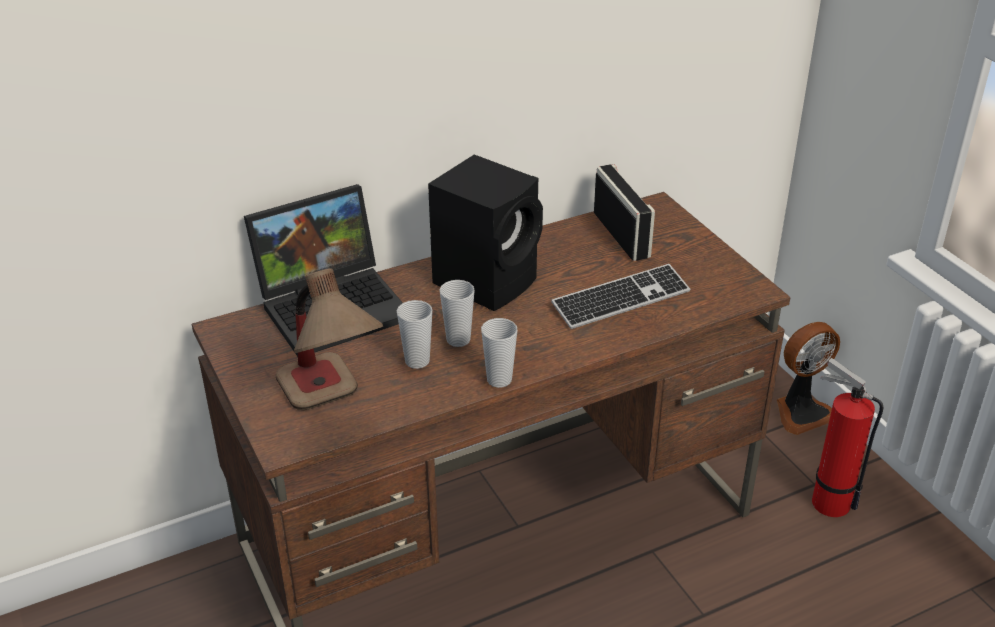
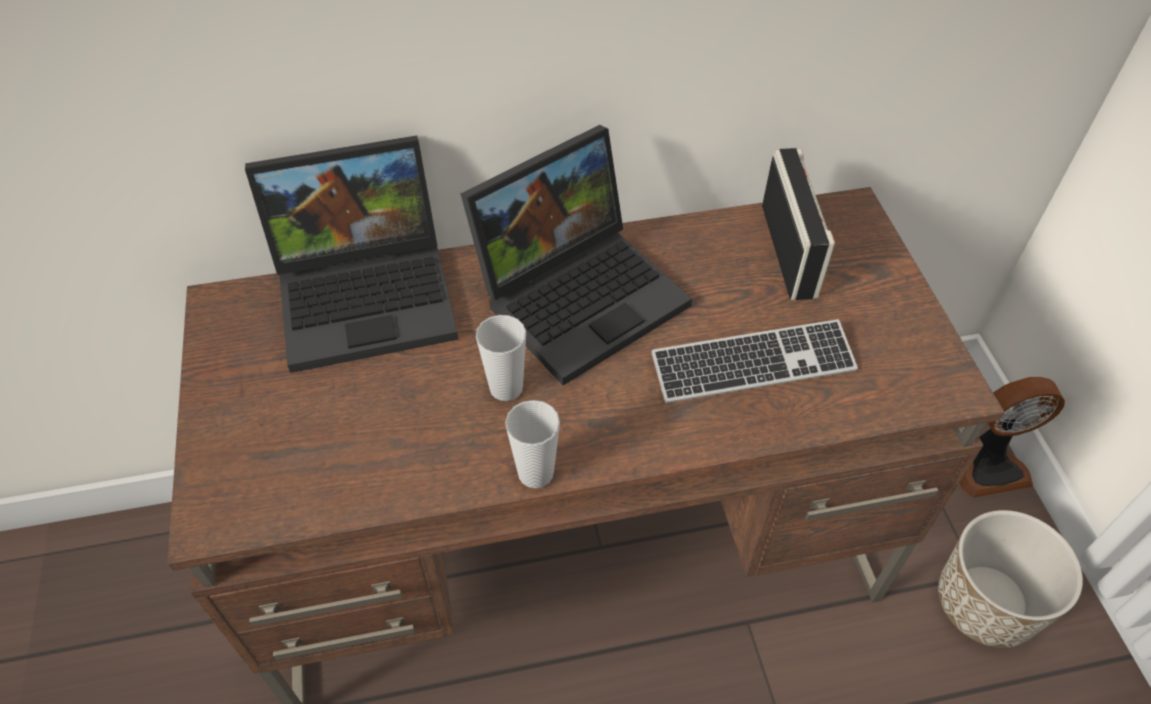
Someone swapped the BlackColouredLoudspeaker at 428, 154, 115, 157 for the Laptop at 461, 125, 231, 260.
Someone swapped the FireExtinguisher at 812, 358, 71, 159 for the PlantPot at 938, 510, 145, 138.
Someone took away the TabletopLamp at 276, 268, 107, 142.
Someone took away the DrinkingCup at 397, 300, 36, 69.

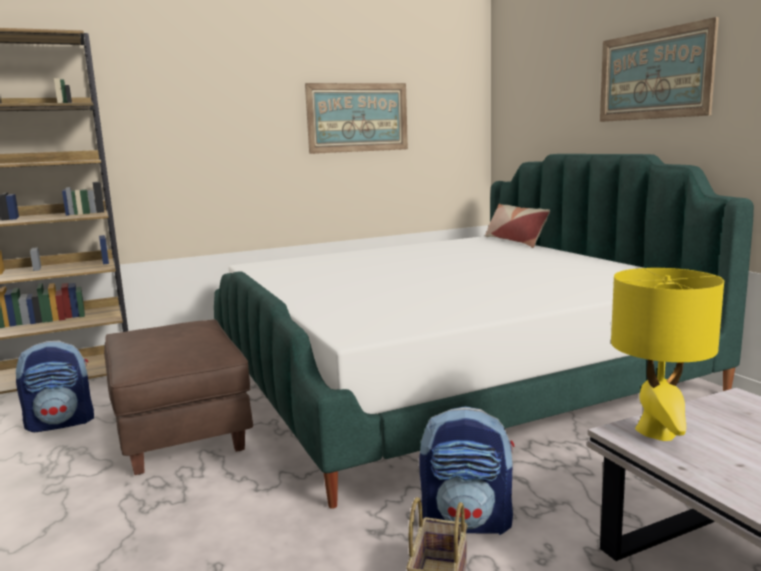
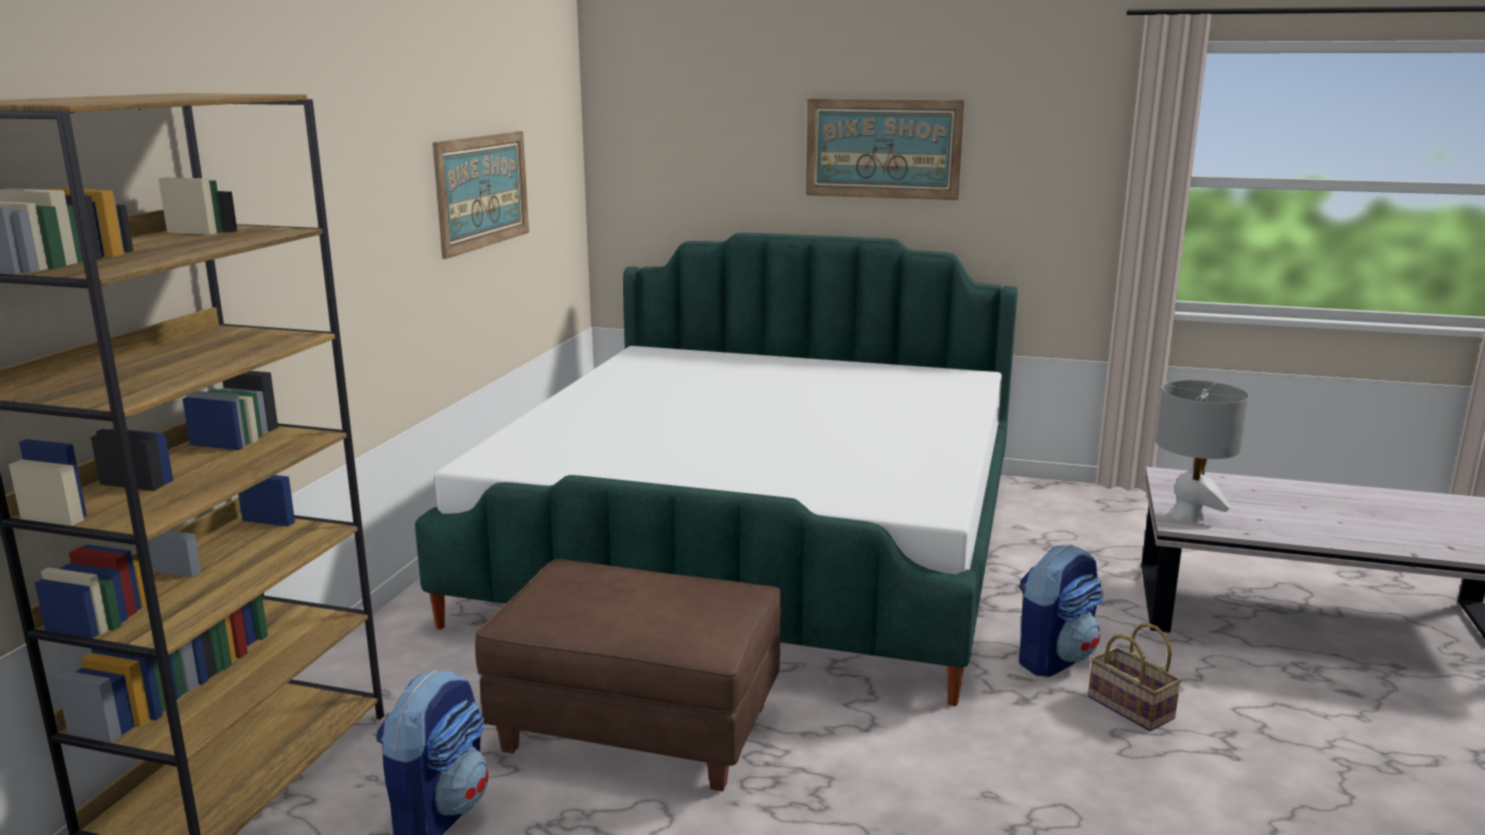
Someone repainted the YellowColouredTabletopLamp at 611, 268, 113, 173, which became the GreyishTabletopLamp at 1155, 380, 94, 142.
Someone took away the Pillow at 485, 203, 65, 45.

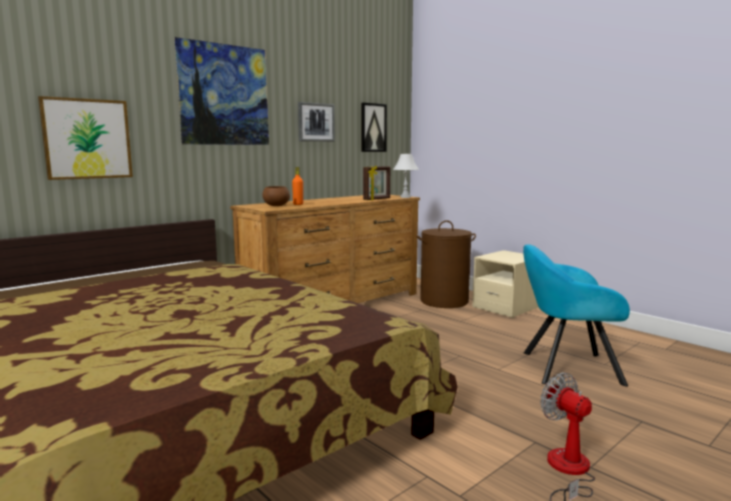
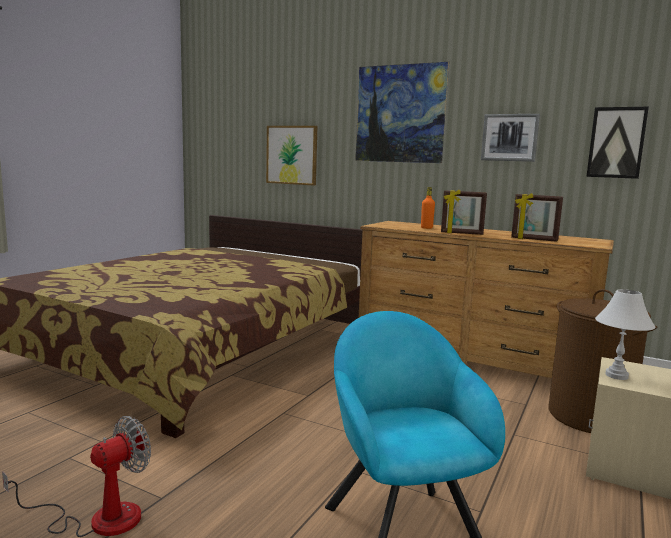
Someone put down the PhotoFrame at 441, 190, 46, 45.
Someone carried the WhitishTabletopLamp from 393, 153, 26, 45 to 595, 289, 60, 91.
Someone took away the BrownServingBowl at 262, 186, 28, 20.

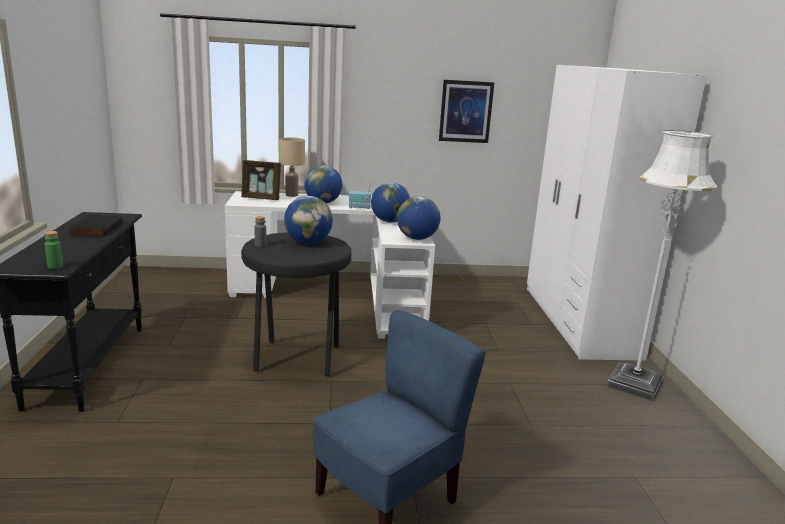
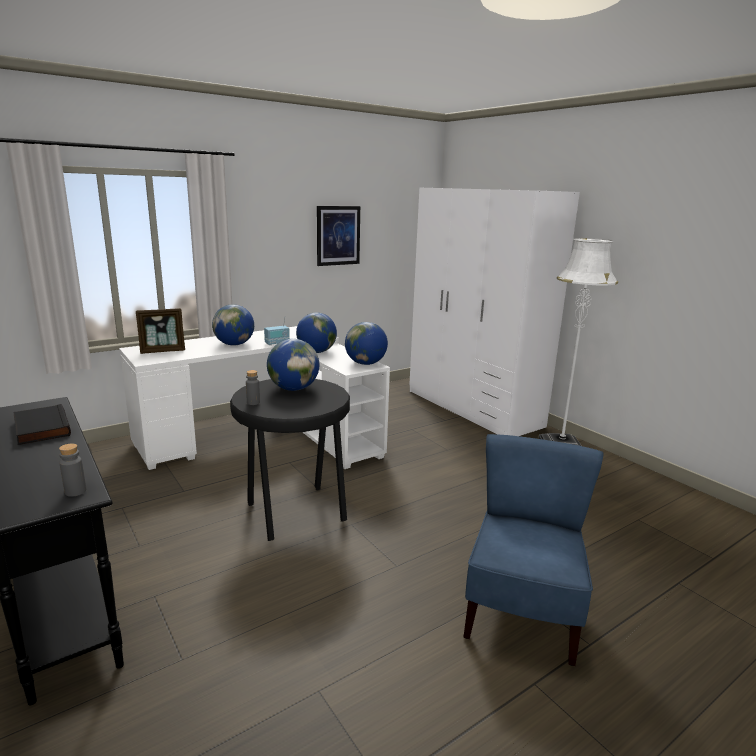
Someone repainted the GreenColouredBeverageBottle at 45, 231, 18, 38, which became the GreyishBeverageBottle at 59, 443, 27, 54.
Someone took away the BeigeColouredTabletopLamp at 279, 138, 26, 59.

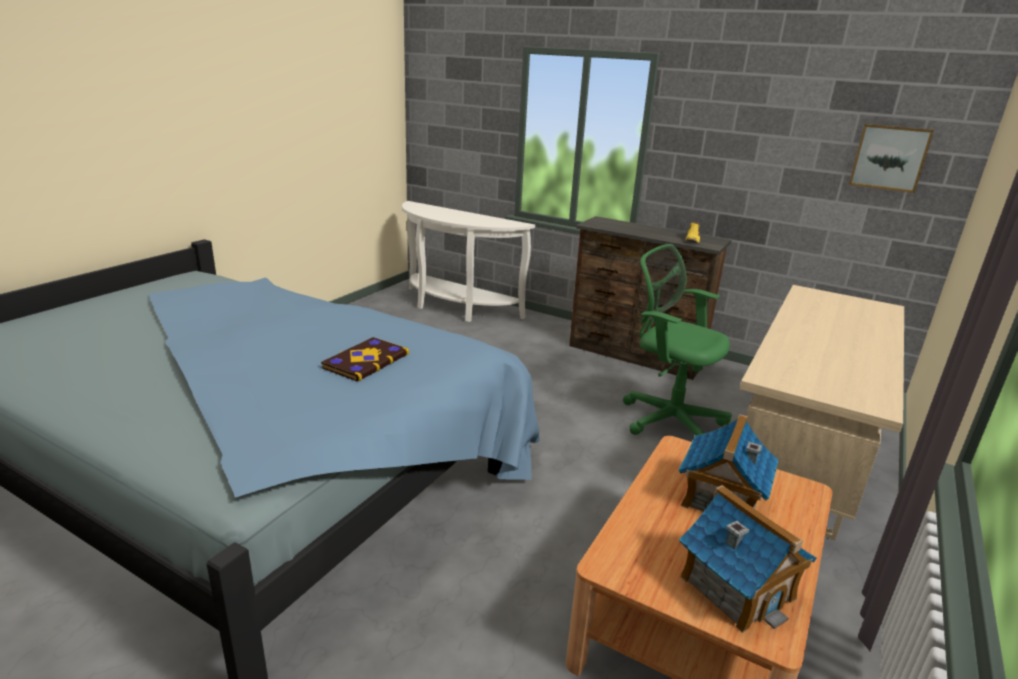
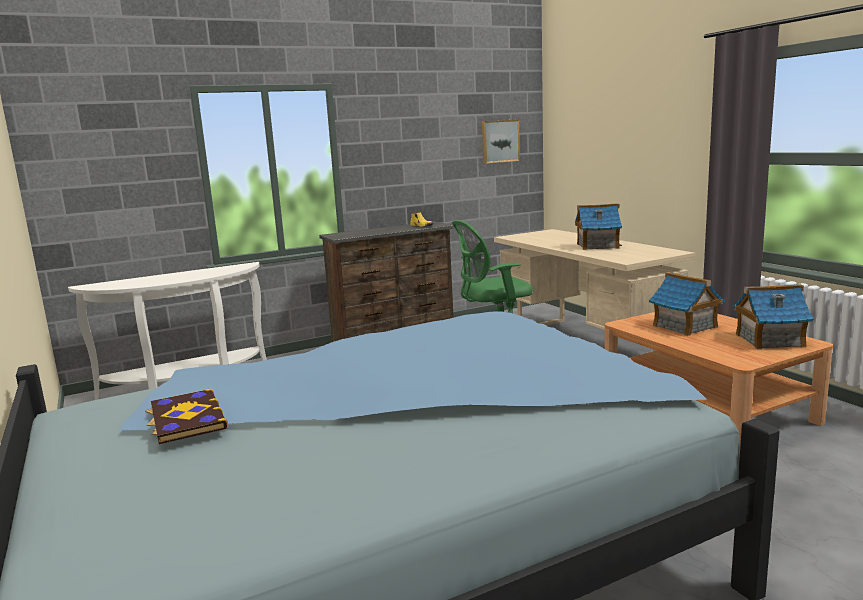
Someone carried the BoundBook from 321, 337, 88, 45 to 145, 389, 83, 55.
Someone put down the MiniatureHouse at 575, 203, 47, 47.

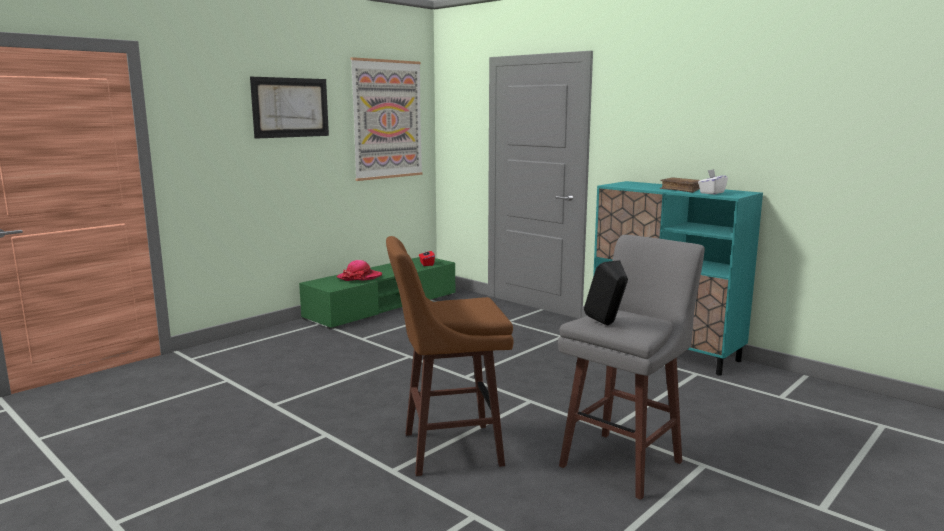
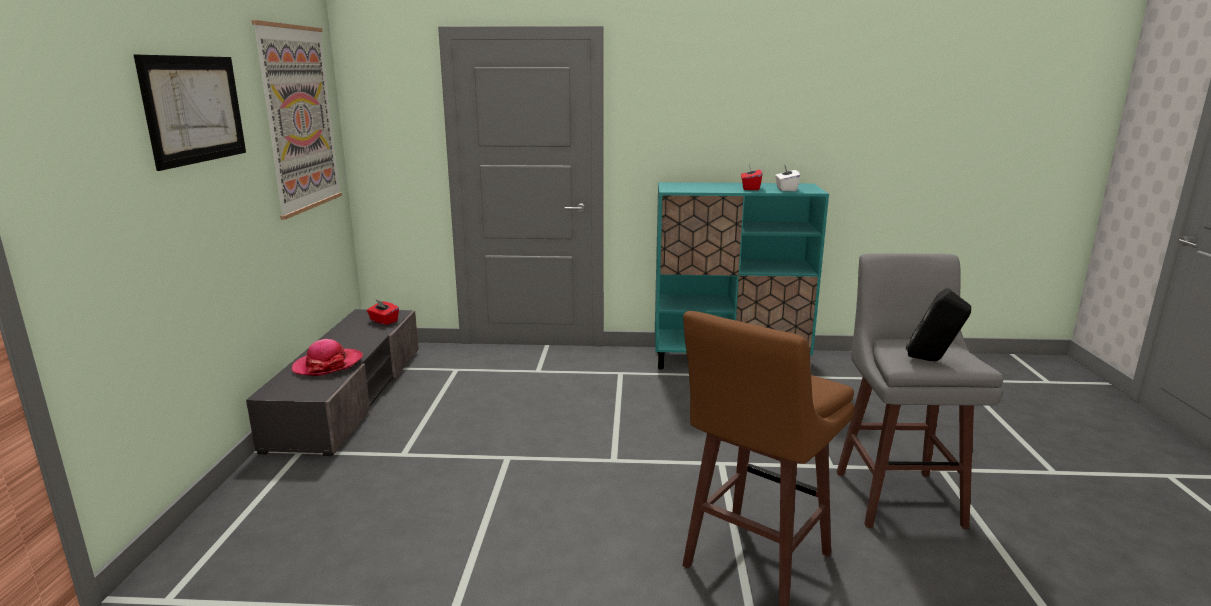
Someone repainted the GreenColouredTvUnit at 299, 257, 156, 72, which became the GreyishTvUnit at 246, 309, 173, 147.
Someone swapped the BrownBoundBook at 660, 177, 40, 16 for the RedTissueHolder at 741, 164, 21, 26.

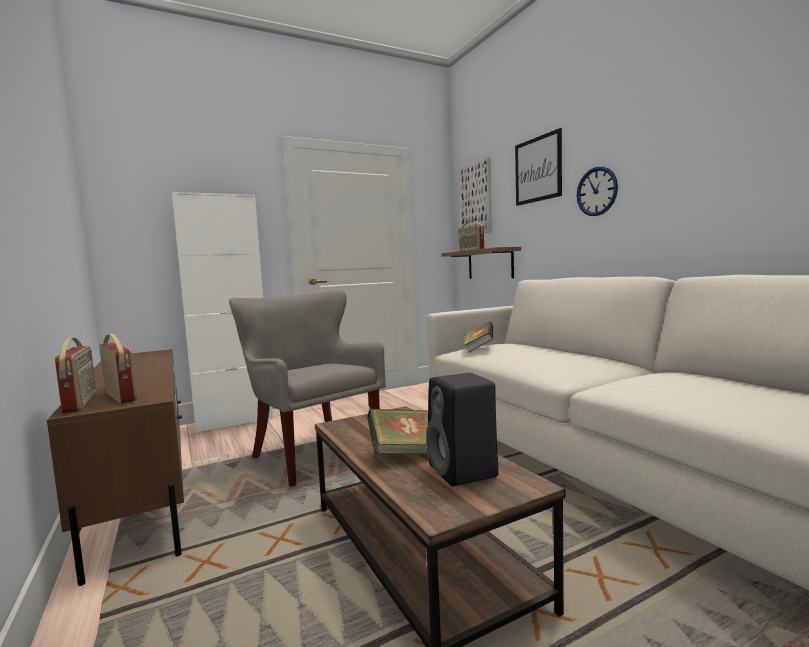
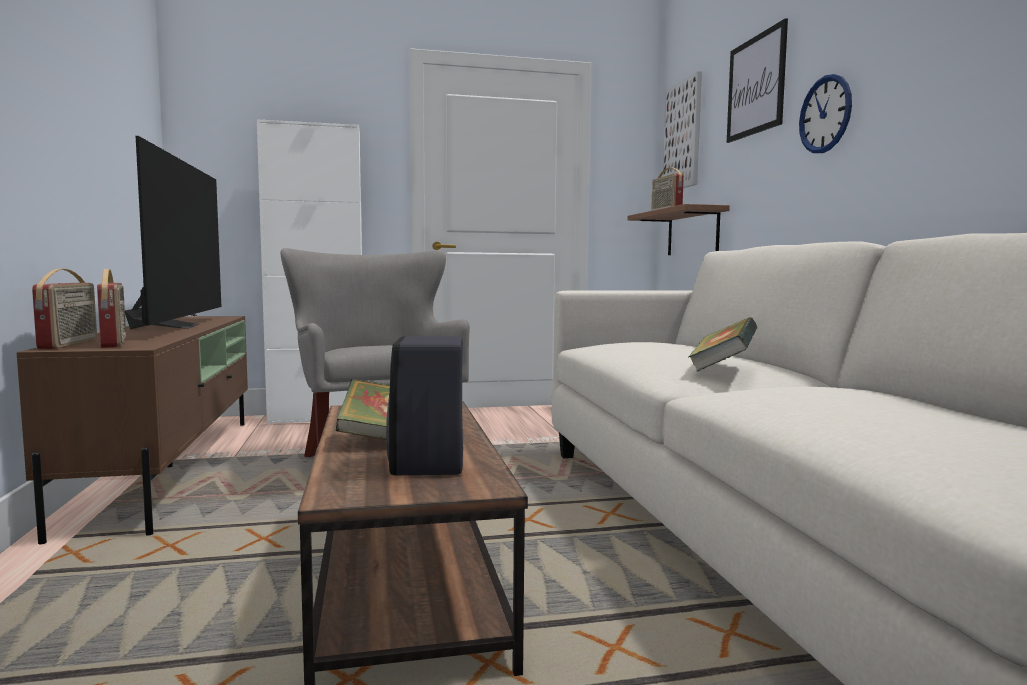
Someone put down the Television at 125, 136, 96, 193.
Someone carried the BoundBook from 464, 321, 29, 32 to 688, 317, 69, 55.

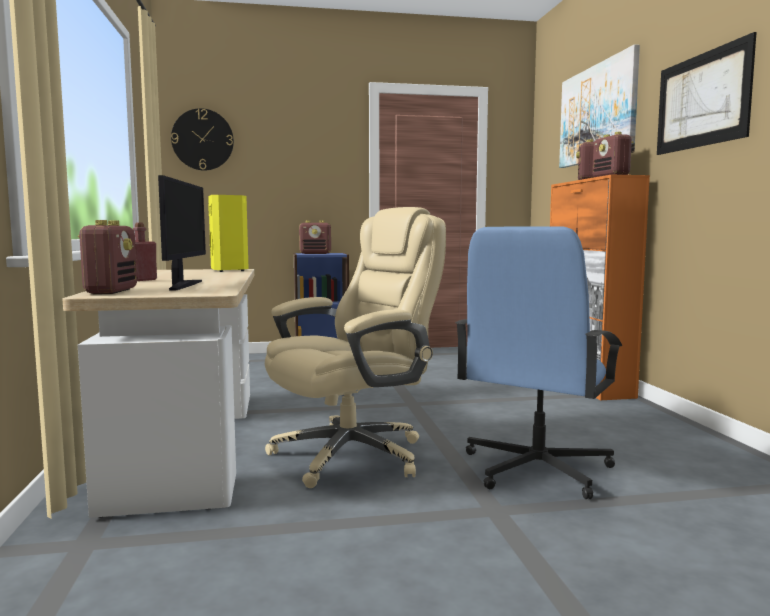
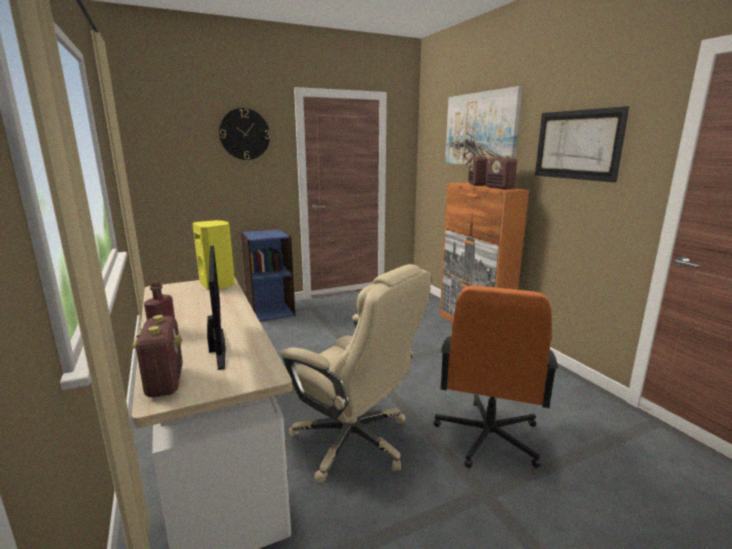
Someone carried the ClockOnTheWall from 171, 108, 63, 63 to 219, 108, 51, 52.
Someone rotated the BeigeColouredOfficeChair at 265, 207, 181, 281 by 90 degrees clockwise.
Someone repainted the BlueColouredOfficeChair at 455, 226, 167, 273, which became the OrangeColouredOfficeChair at 433, 286, 125, 182.
Someone took away the RadioReceiver at 299, 220, 32, 34.

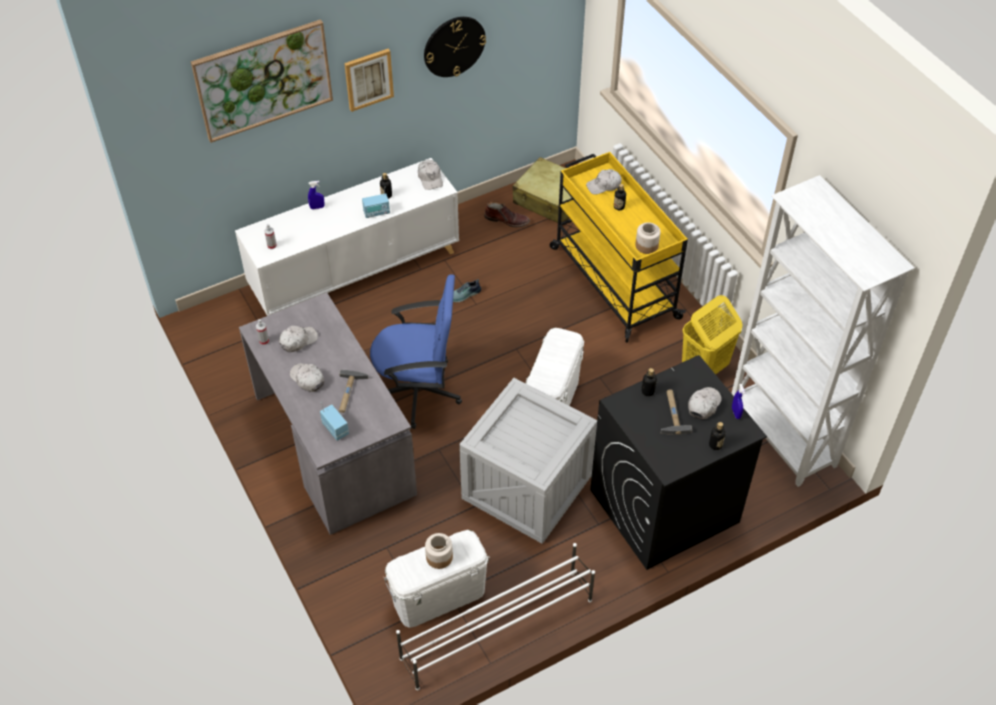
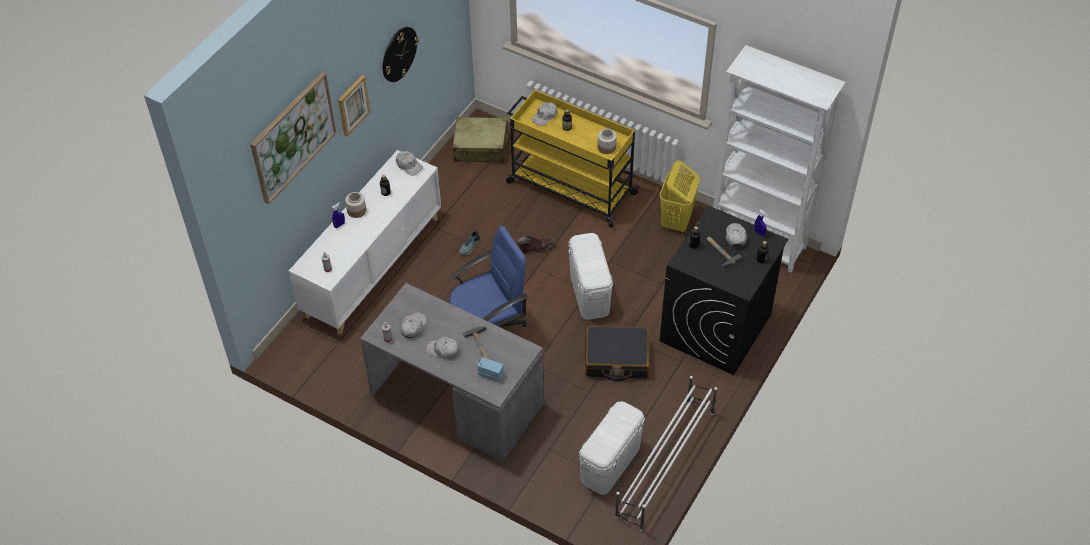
Someone carried the Jar from 425, 533, 28, 36 to 345, 192, 21, 26.
Someone carried the BrownBoot from 484, 201, 46, 26 to 516, 235, 40, 18.
Someone swapped the ShippingCrate at 459, 378, 138, 166 for the BlackColouredSuitcase at 585, 326, 65, 55.
Someone took away the RadioReceiver at 362, 189, 28, 29.

